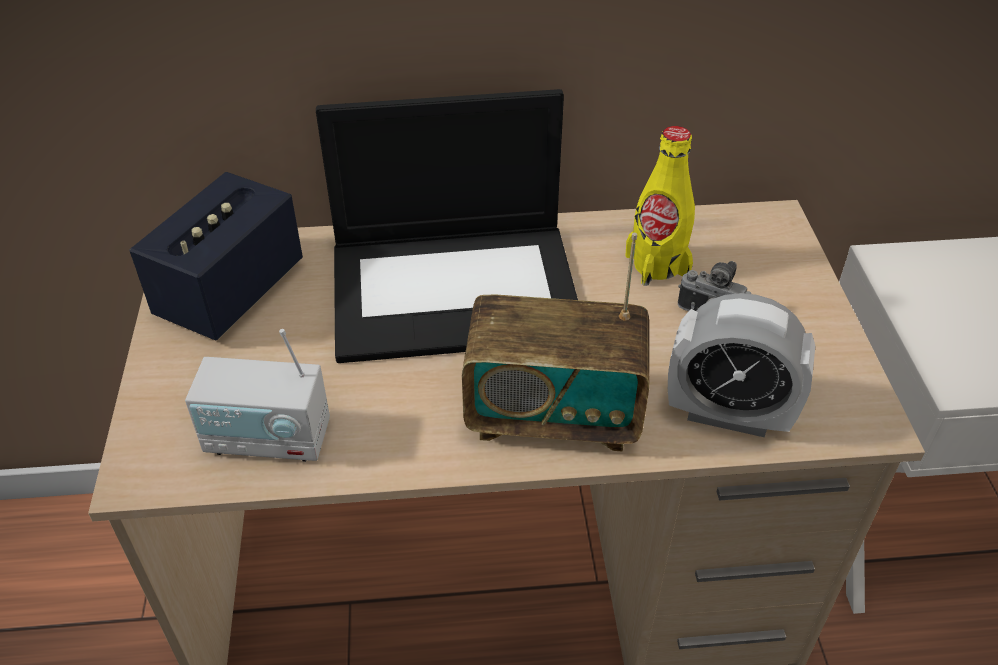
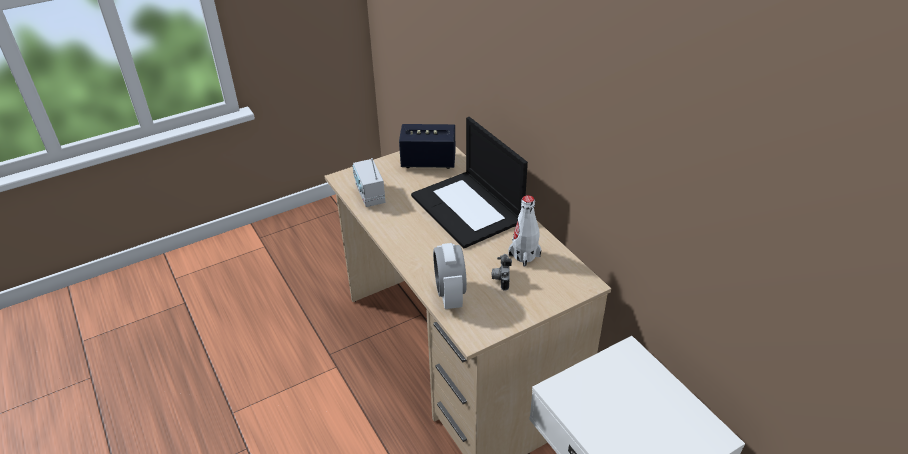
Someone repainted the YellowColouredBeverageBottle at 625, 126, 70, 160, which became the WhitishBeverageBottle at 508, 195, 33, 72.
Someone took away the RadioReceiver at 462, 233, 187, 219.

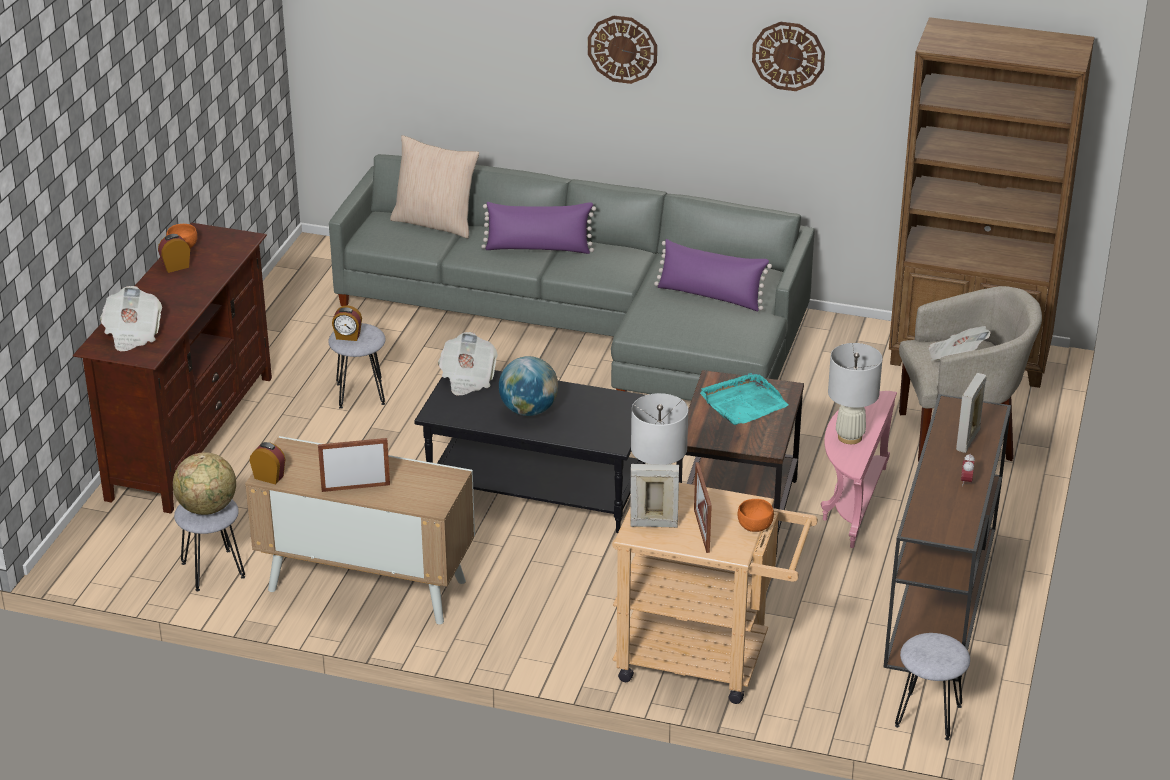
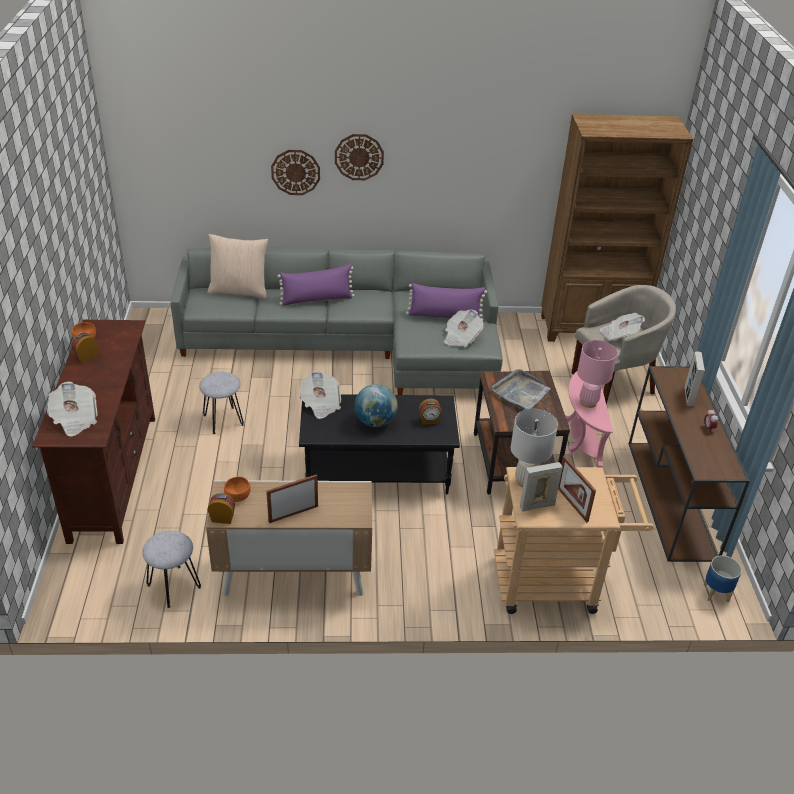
Someone carried the OrangeColouredServingBowl from 738, 499, 36, 33 to 224, 477, 27, 25.
Someone carried the ClockOnTheWall from 752, 22, 73, 69 to 271, 150, 49, 45.
Someone carried the AlarmClock from 332, 305, 30, 36 to 419, 399, 23, 26.
Someone put down the Newspaper at 444, 309, 40, 38.
Someone repainted the TurquoiseTray at 700, 373, 89, 52, which became the GreyishTray at 491, 369, 60, 41.
Someone repainted the WhitishTabletopLamp at 828, 343, 55, 101, which became the PinkTabletopLamp at 577, 340, 41, 68.
Someone swapped the GreyishStoolSeat at 895, 633, 75, 107 for the PlantPot at 703, 555, 39, 47.
Someone took away the DeskGlobe at 173, 452, 63, 63.

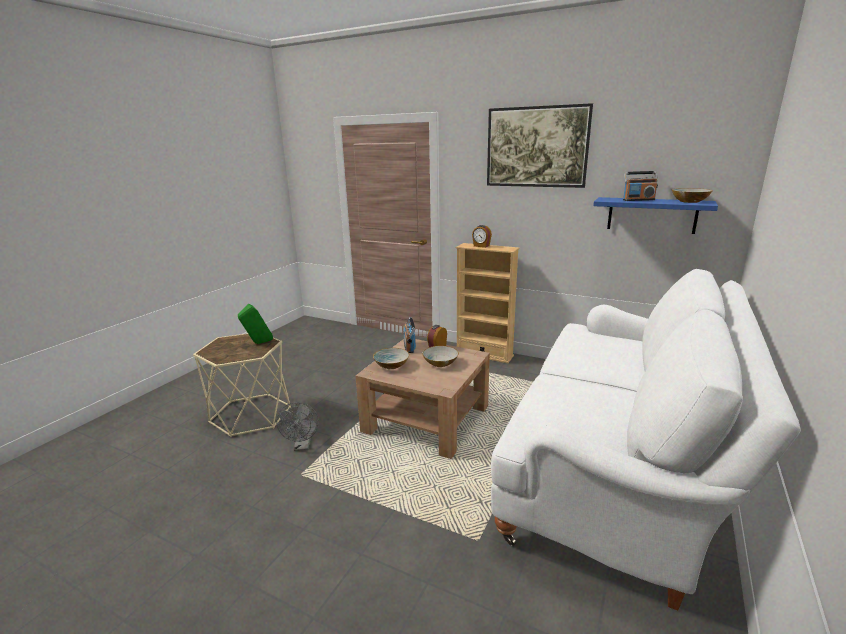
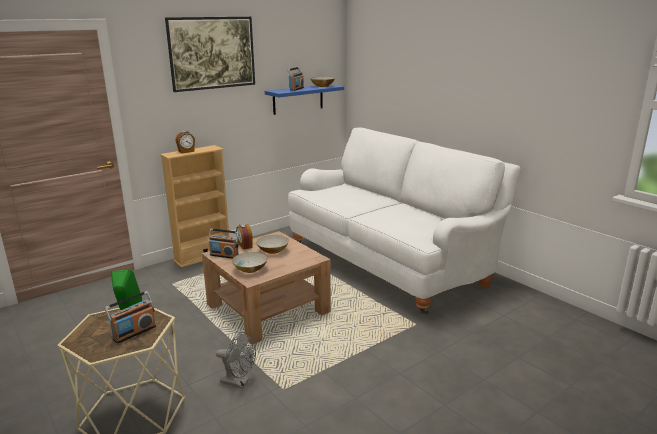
Someone put down the RadioReceiver at 104, 291, 52, 53.

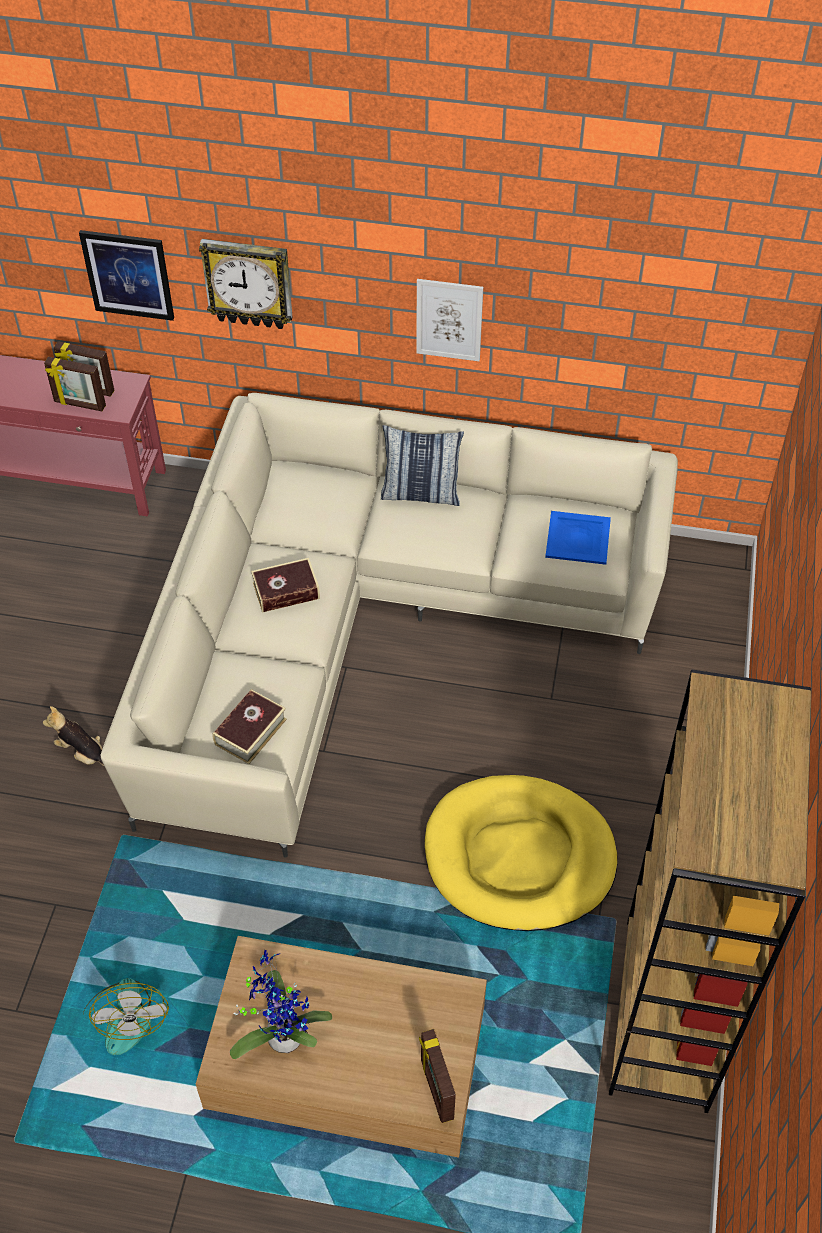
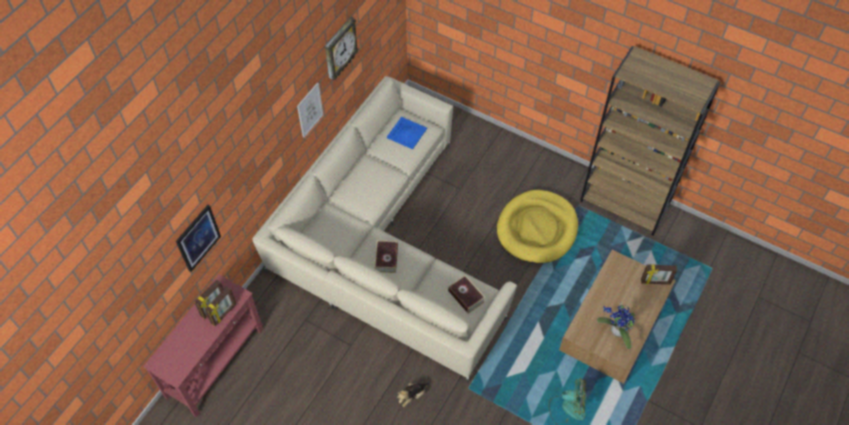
Someone carried the ClockOnTheWall from 199, 239, 94, 90 to 325, 17, 34, 63.
Someone took away the Pillow at 381, 425, 83, 81.

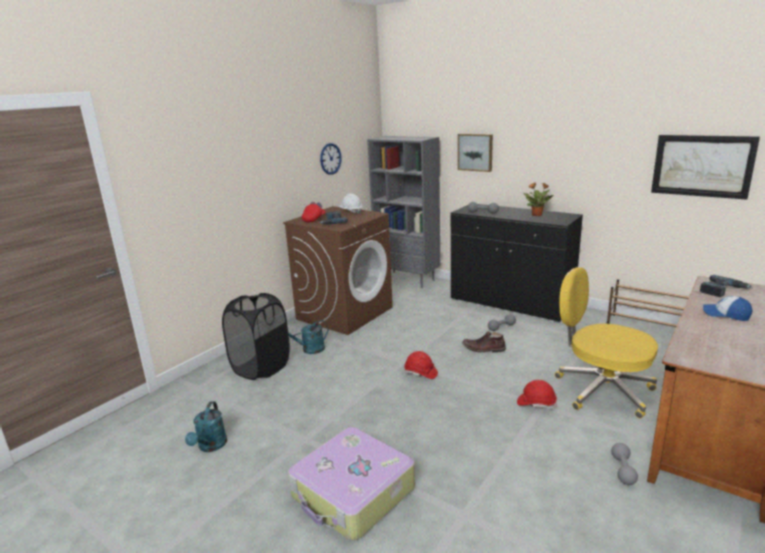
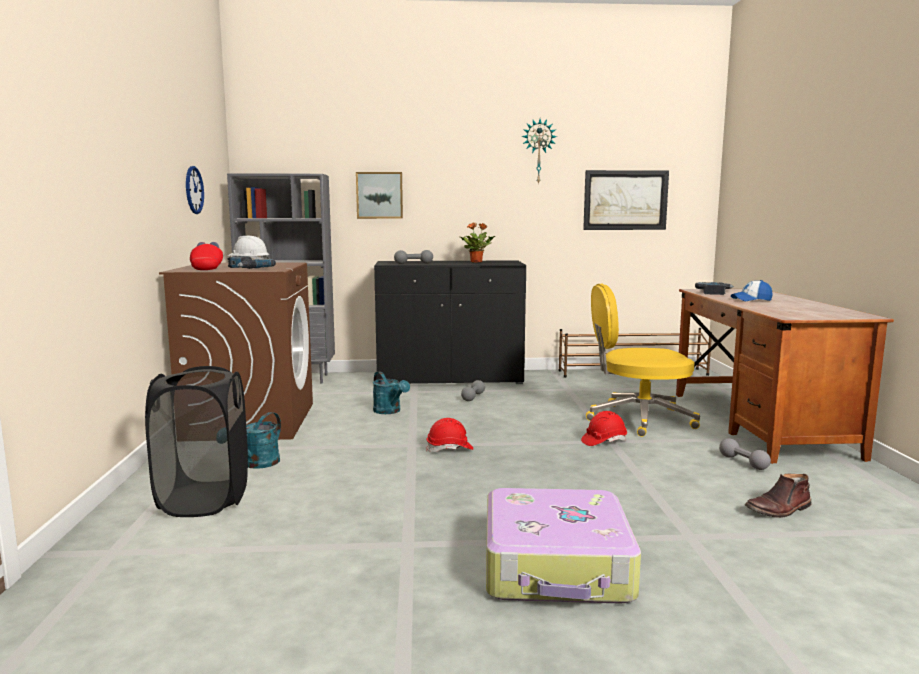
Someone carried the TurquoiseWateringPot from 185, 401, 42, 51 to 373, 371, 37, 43.
Someone put up the ClockOnTheWall at 522, 119, 35, 66.
Someone carried the BrownBoot from 462, 331, 44, 21 to 745, 474, 67, 44.

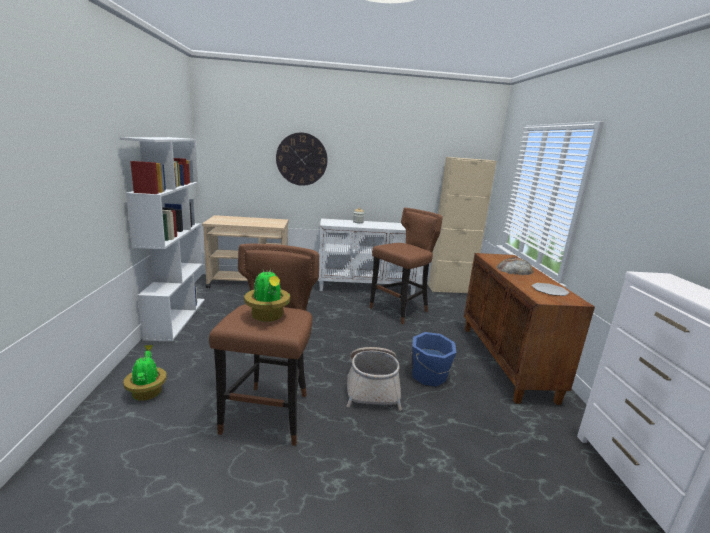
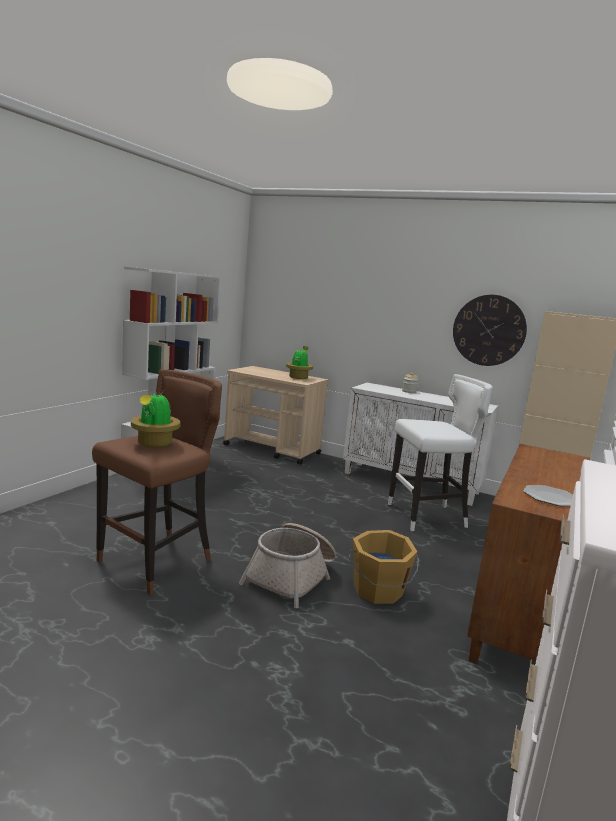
Someone carried the Houseplant from 123, 345, 44, 56 to 286, 346, 27, 33.
Someone repainted the BlueColouredPail at 412, 332, 45, 55, which became the OrangeColouredPail at 349, 530, 70, 74.
Someone repainted the BrownStoolSeat at 370, 208, 73, 117, which became the WhitishStoolSeat at 388, 374, 105, 157.
Someone carried the ClockOnTheWall from 276, 133, 52, 53 to 453, 295, 74, 71.
Someone took away the BakeryBread at 497, 257, 36, 18.

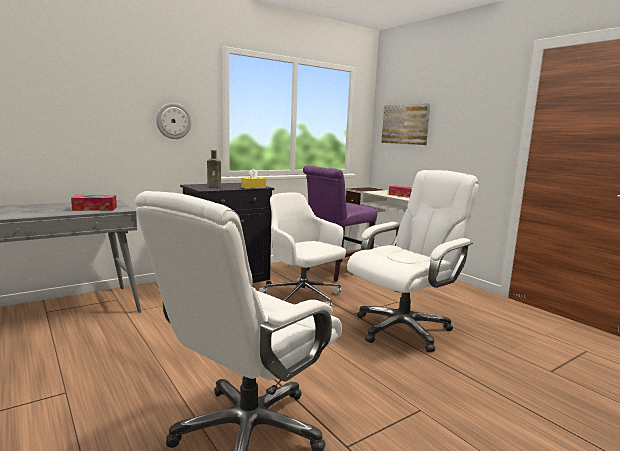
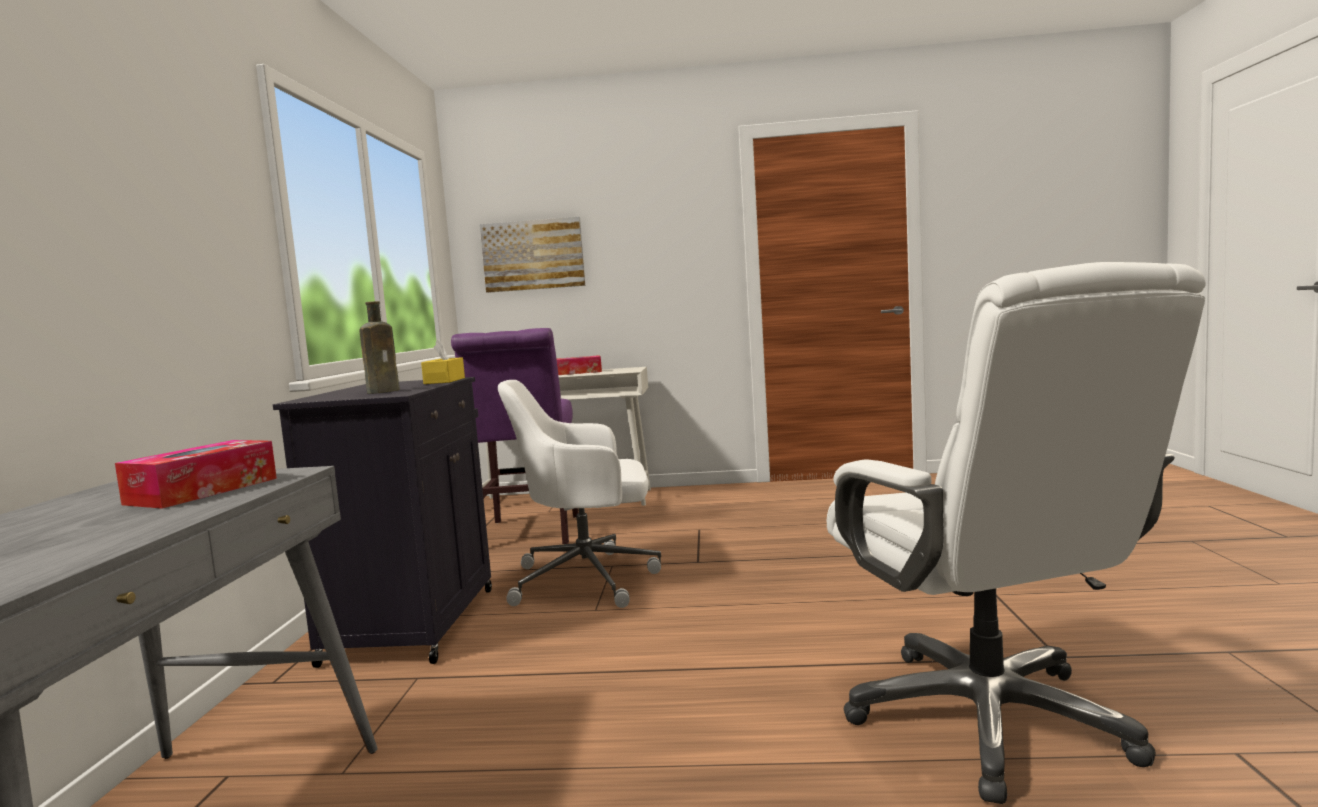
Someone took away the ClockOnTheWall at 156, 103, 36, 36.
Someone took away the WhitishOfficeChair at 347, 170, 132, 182.

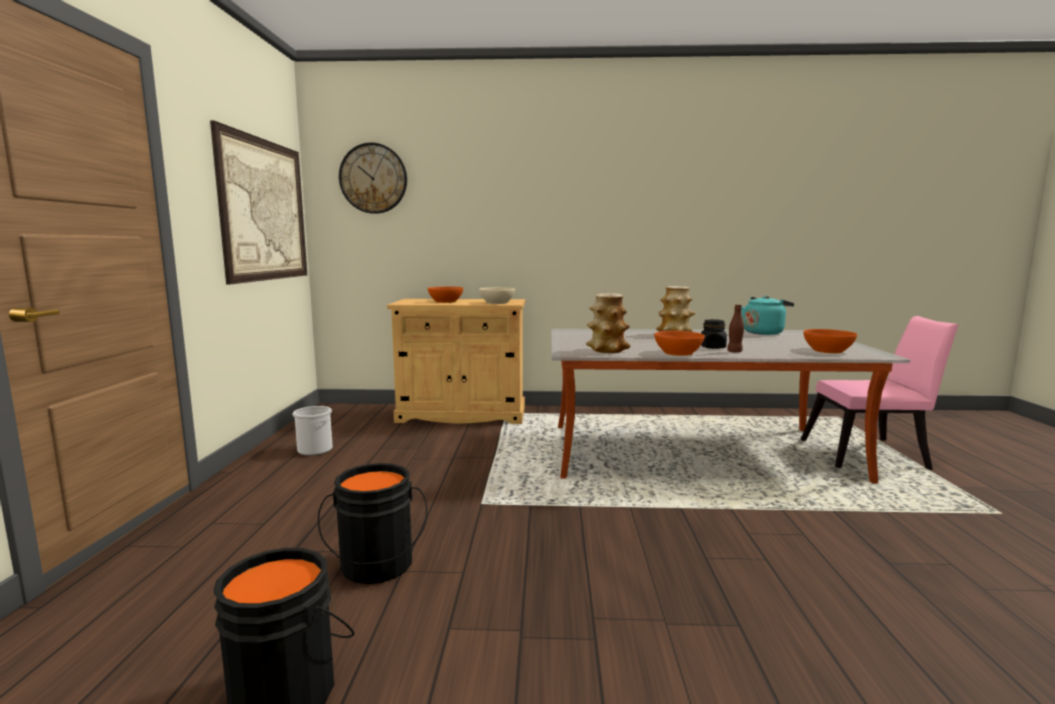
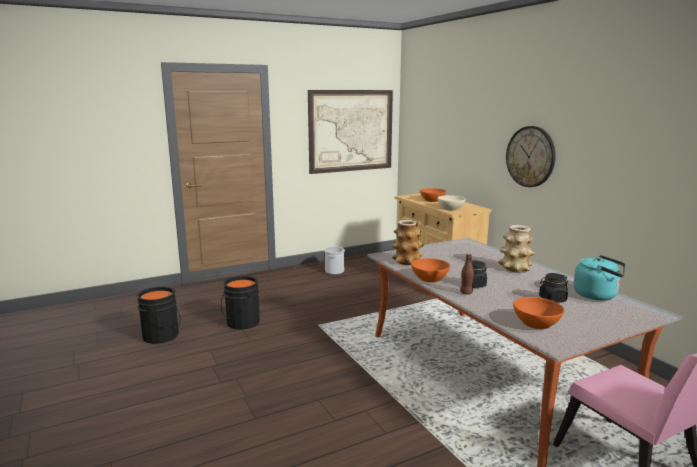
Someone carried the ClockOnTheWall from 339, 142, 68, 72 to 506, 126, 50, 61.
Someone put down the BlackColouredJar at 539, 273, 29, 30.

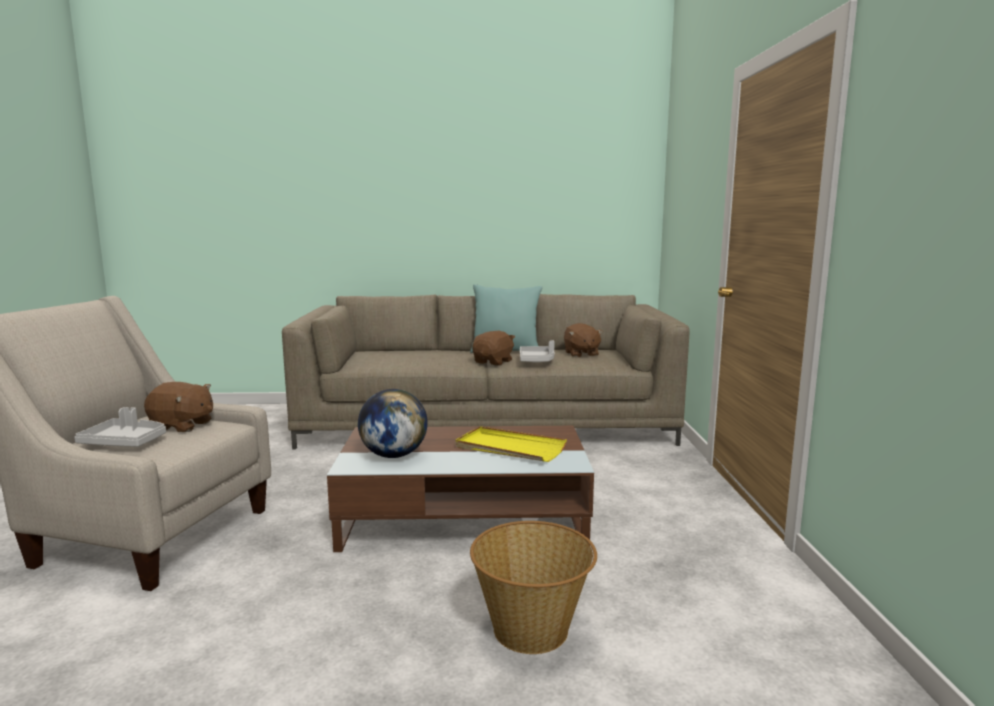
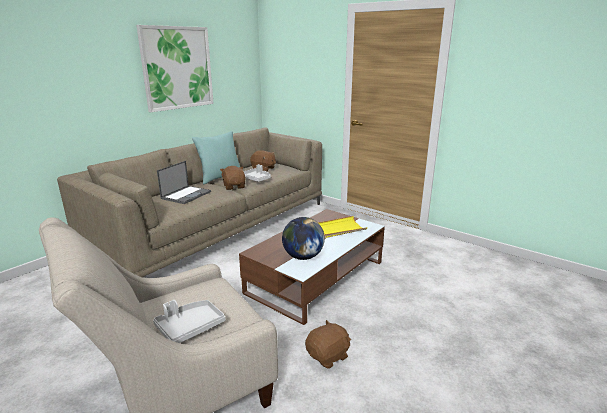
Someone put up the WallPicture at 136, 25, 78, 87.
Someone put down the Laptop at 157, 161, 54, 43.
Someone carried the BrownCuddlyToy from 144, 382, 69, 50 to 305, 320, 46, 49.
Someone took away the Basket at 470, 521, 127, 133.

